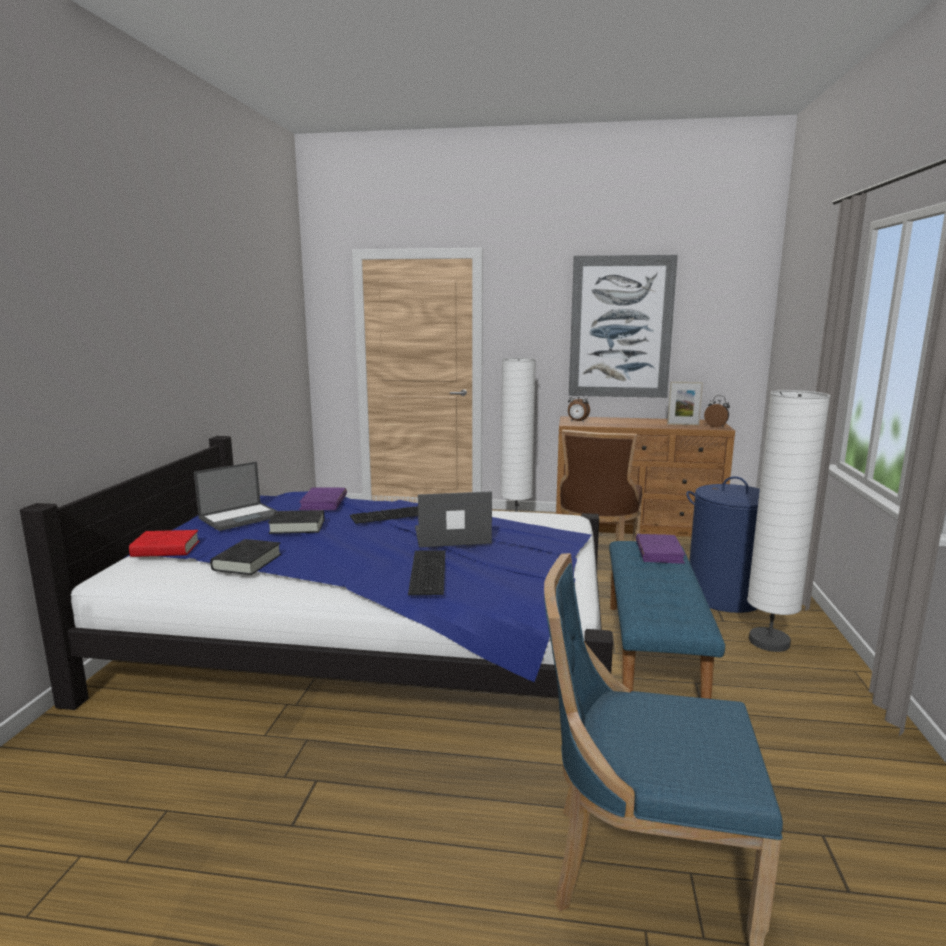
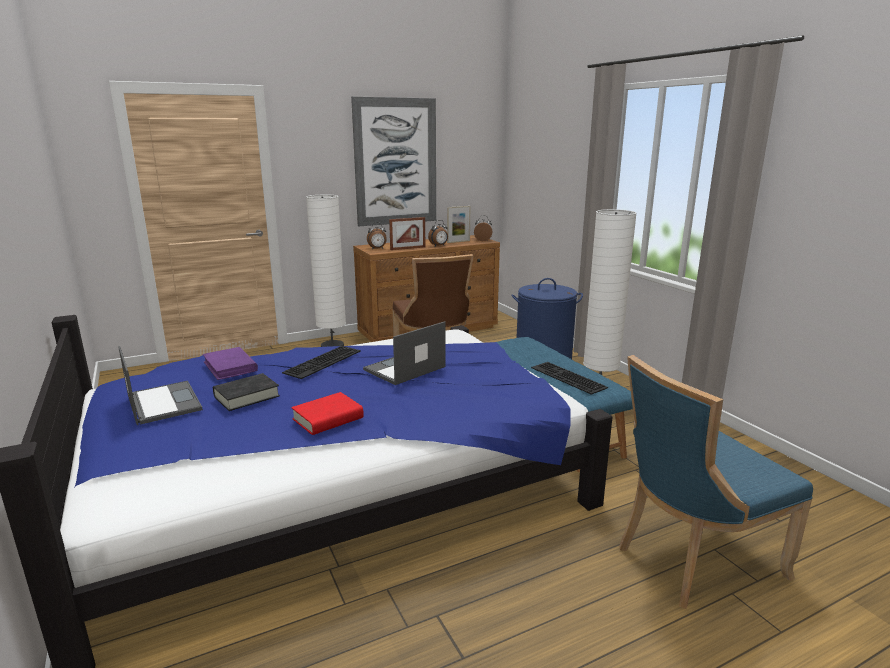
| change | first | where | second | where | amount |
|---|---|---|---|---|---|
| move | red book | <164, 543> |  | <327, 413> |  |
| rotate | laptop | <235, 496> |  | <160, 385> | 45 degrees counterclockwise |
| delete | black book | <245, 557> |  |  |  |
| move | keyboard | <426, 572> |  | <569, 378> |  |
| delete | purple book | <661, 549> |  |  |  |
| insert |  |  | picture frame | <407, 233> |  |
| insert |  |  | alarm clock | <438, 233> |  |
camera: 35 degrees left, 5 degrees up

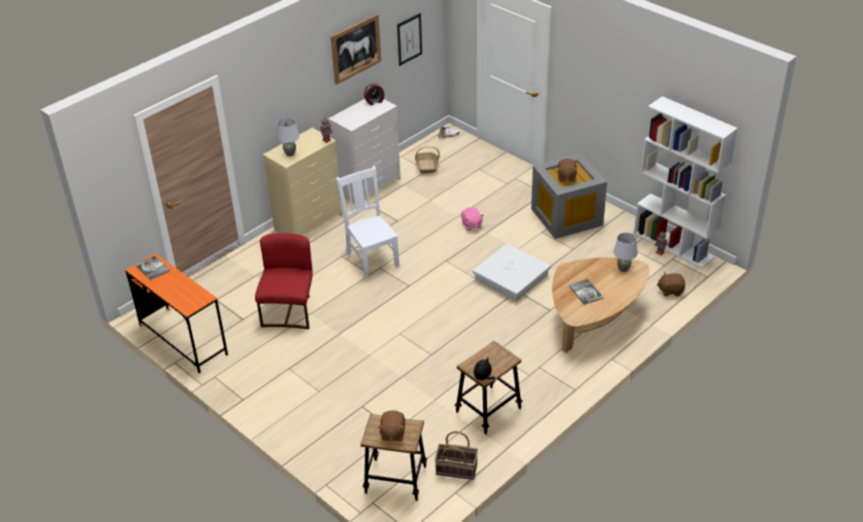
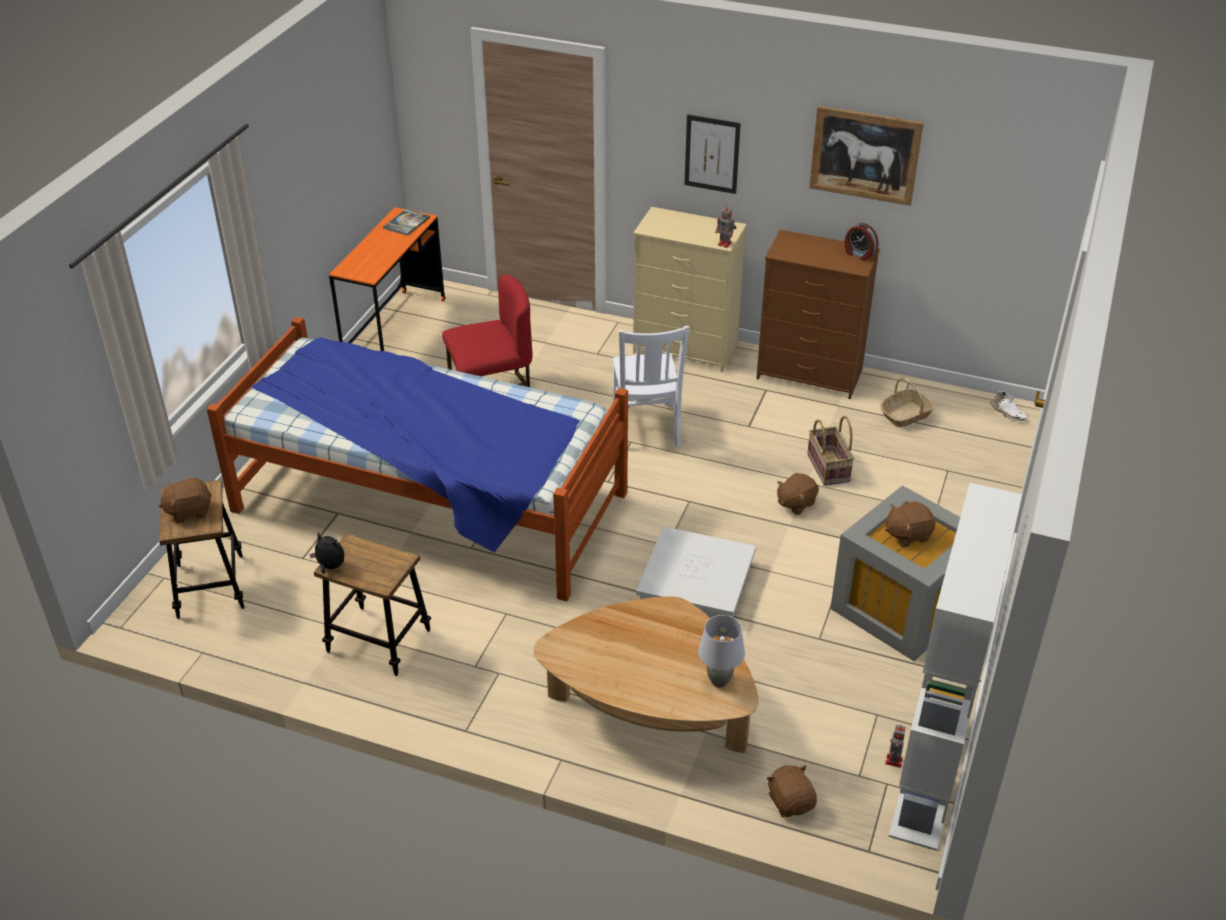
| change | first | where | second | where | amount |
|---|---|---|---|---|---|
| delete | grey table lamp | <288, 137> |  |  |  |
| recolor | white dresser | <364, 151> | brown dresser | <818, 314> |  |
| rotate | white chair | <368, 222> |  | <651, 386> | 135 degrees clockwise |
| move | picture | <409, 39> |  | <712, 154> |  |
| move | basket | <456, 455> |  | <830, 451> |  |
| recolor | pink plush toy | <472, 218> | brown plush toy | <798, 494> |  |
| delete | book | <586, 292> |  |  |  |
| insert |  |  | bed | <417, 459> |  |
camera: 65 degrees right, 0 degrees up

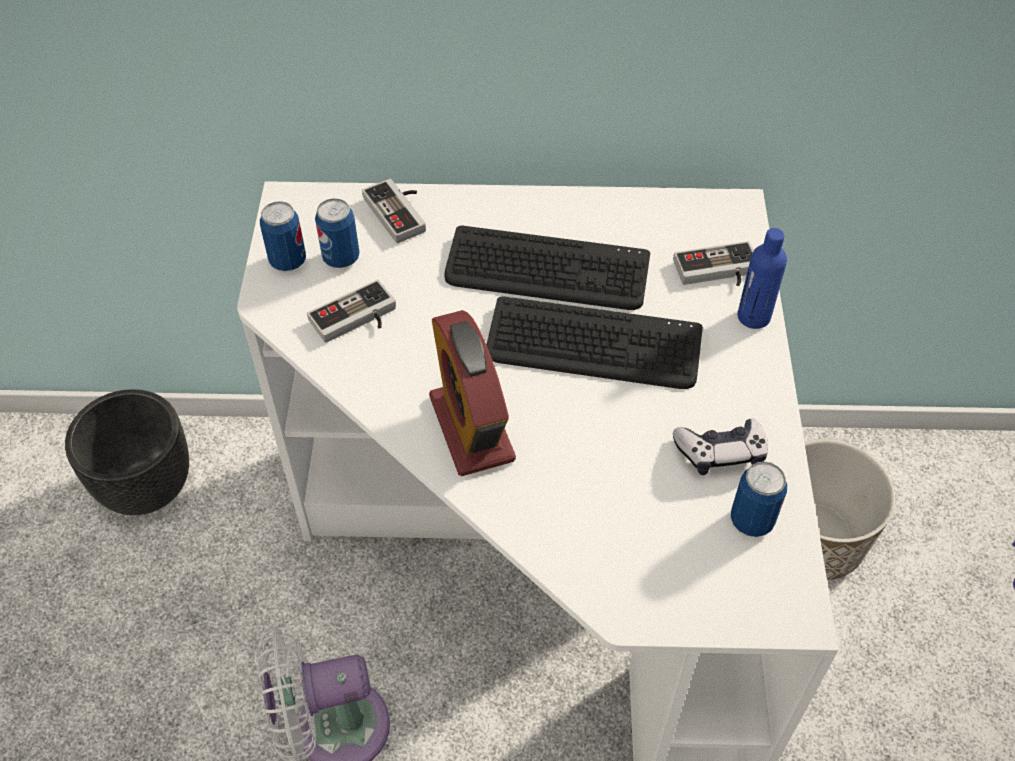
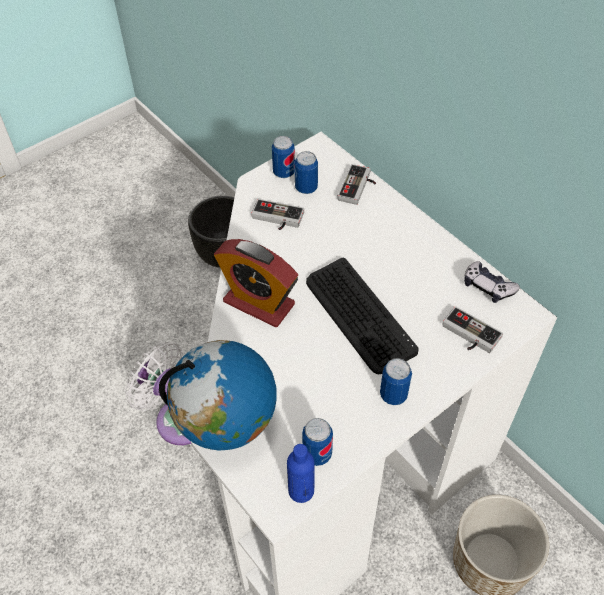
| change | first | where | second | where | amount |
|---|---|---|---|---|---|
| rotate | alarm clock | <472, 393> |  | <256, 283> | 90 degrees counterclockwise |
| delete | keyboard | <547, 268> |  |  |  |
| move | game controller | <720, 446> |  | <492, 282> |  |
| move | blue bottle | <762, 278> |  | <301, 473> |  |
| insert |  |  | globe | <218, 395> |  |
| insert |  |  | can | <396, 381> |  |
camera: 50 degrees right, 0 degrees up

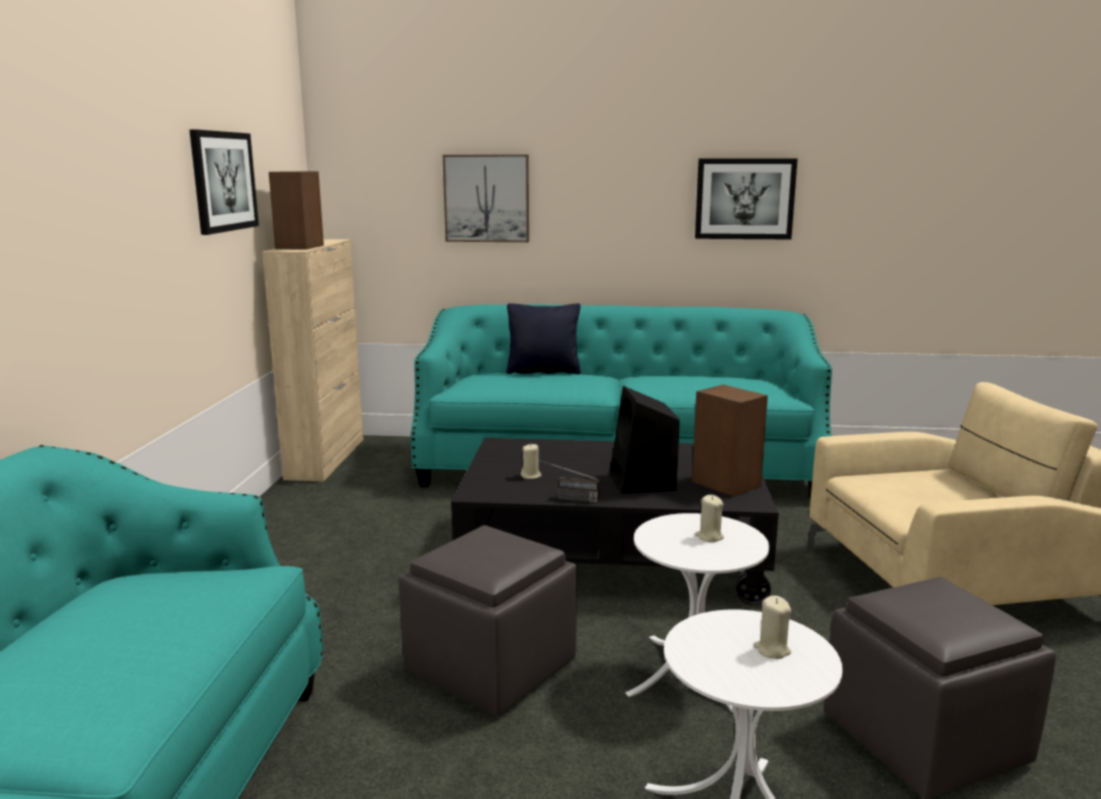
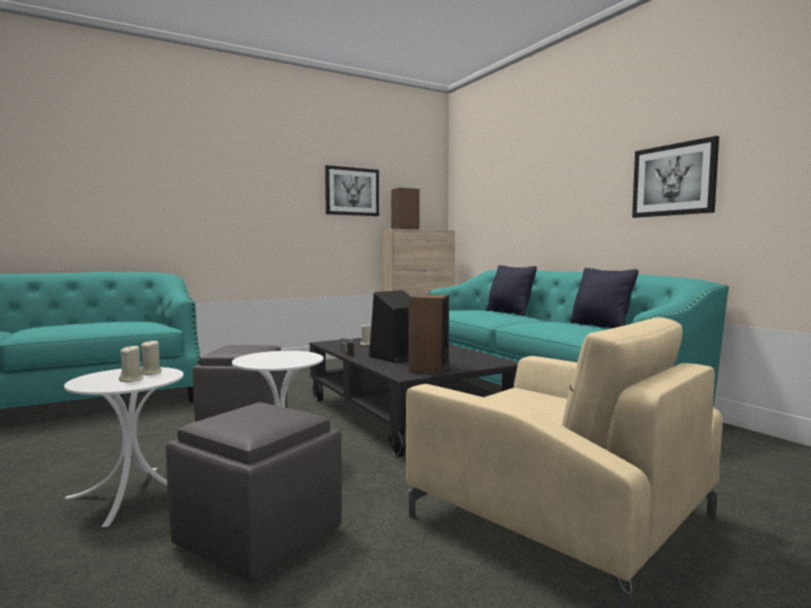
| change | first | where | second | where | amount |
|---|---|---|---|---|---|
| delete | picture | <486, 198> |  |  |  |
| move | beige candle | <709, 518> |  | <151, 357> |  |
| insert |  |  | black pillow | <604, 298> |  |
camera: 55 degrees right, 10 degrees down

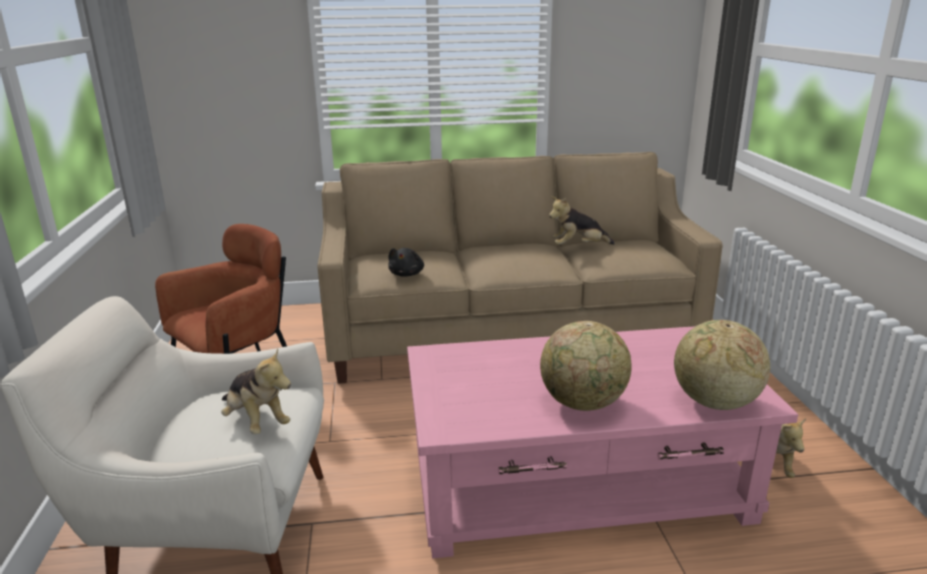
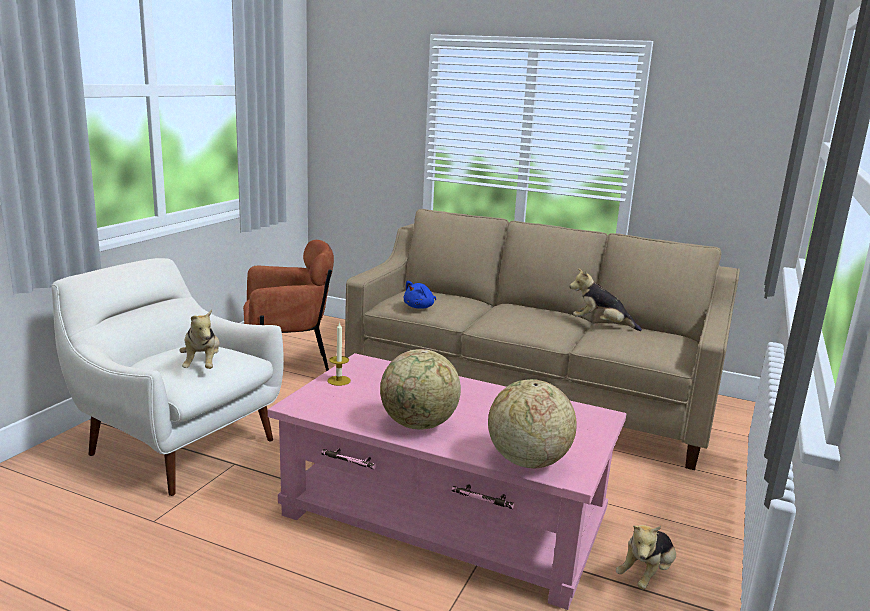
| change | first | where | second | where | amount |
|---|---|---|---|---|---|
| recolor | black plush toy | <406, 262> | blue plush toy | <420, 295> |  |
| insert |  |  | candle | <339, 354> |  |
camera: 30 degrees right, 5 degrees down

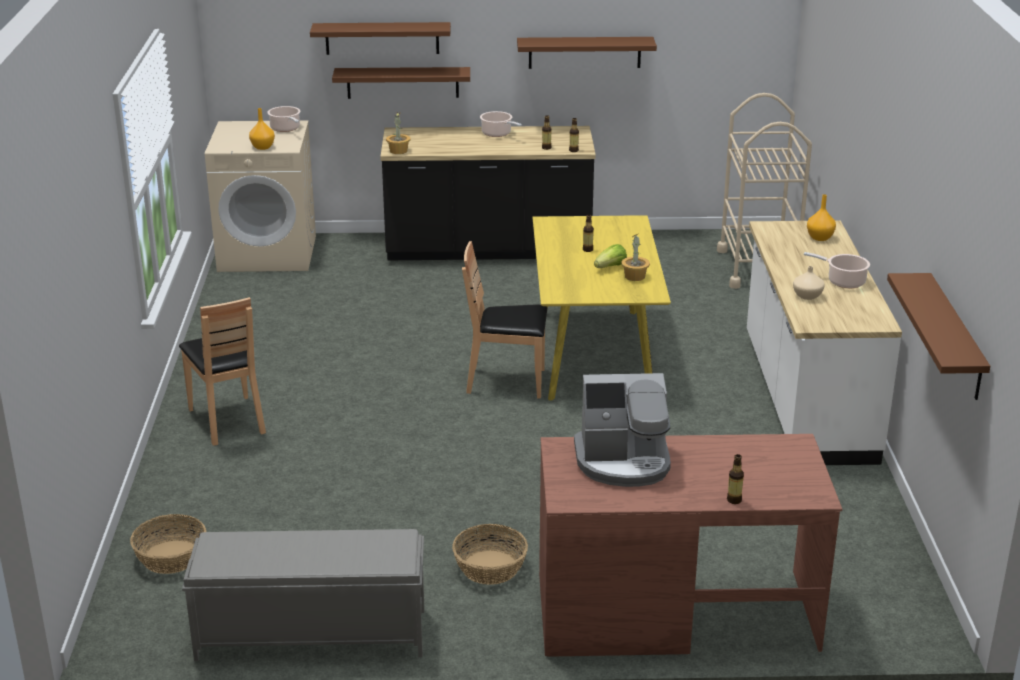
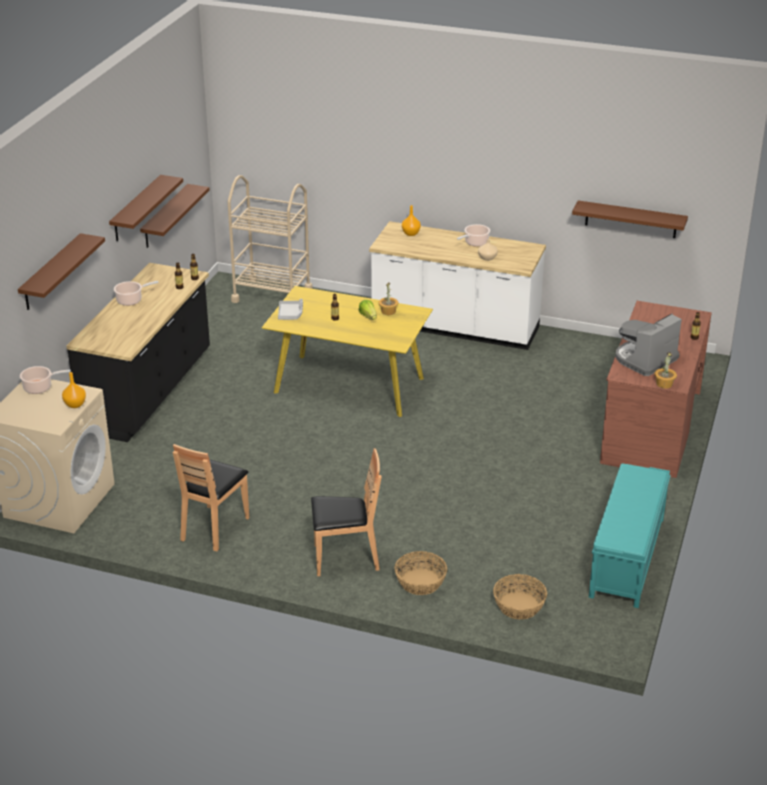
| change | first | where | second | where | amount |
|---|---|---|---|---|---|
| recolor | grey bench | <303, 595> | turquoise bench | <630, 536> |  |
| move | brown shelf | <401, 83> |  | <175, 216> |  |
| move | potted plant | <398, 133> |  | <665, 370> |  |
| move | basket | <490, 554> |  | <421, 573> |  |
| move | brown chair | <504, 320> |  | <211, 497> |  |
| rotate | coffee machine | <622, 430> |  | <648, 345> | 150 degrees counterclockwise |
| insert |  |  | grey tray | <290, 309> |  |
camera: 70 degrees left, 5 degrees up

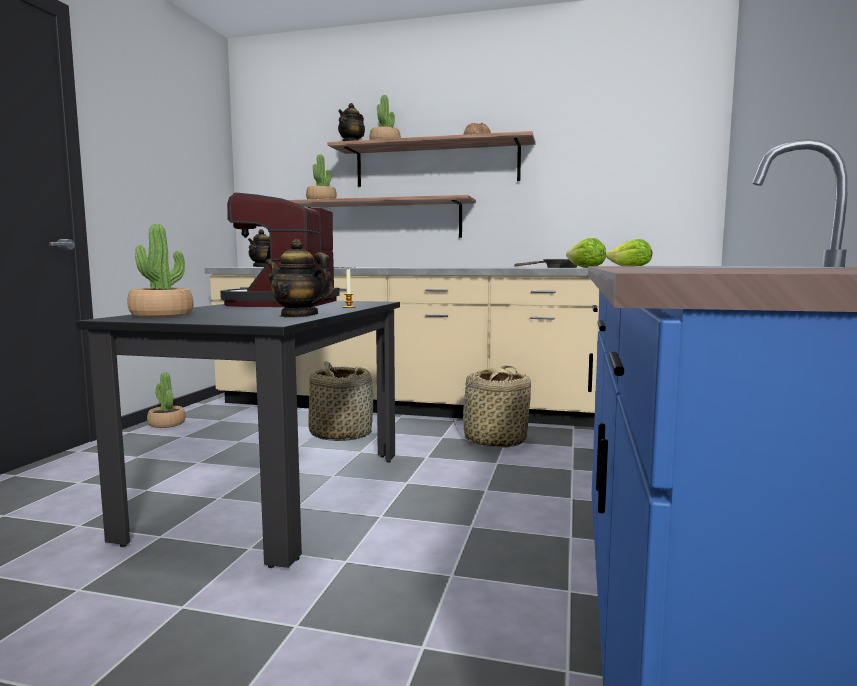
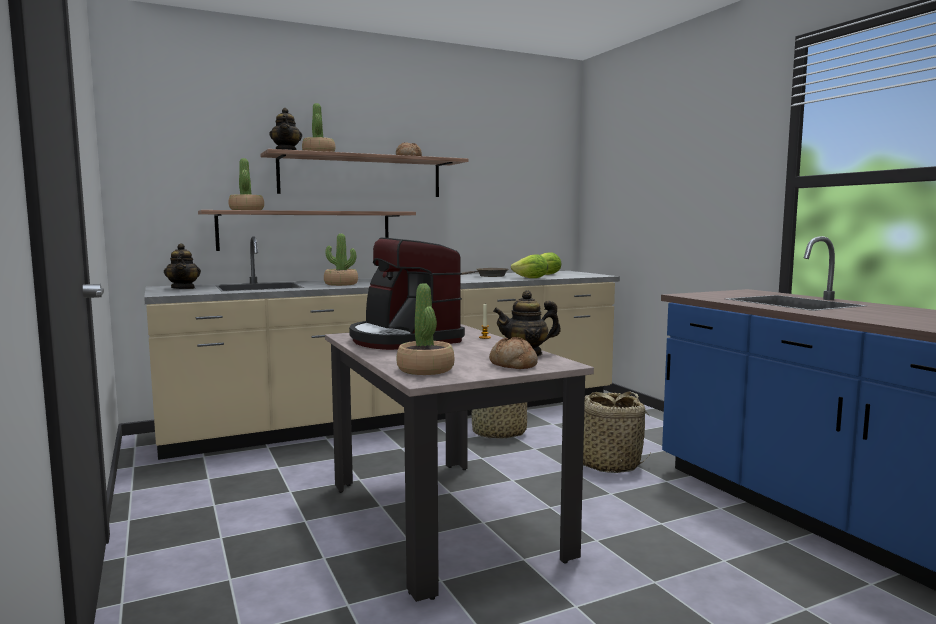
| change | first | where | second | where | amount |
|---|---|---|---|---|---|
| recolor | black dining table | <238, 434> | beige dining table | <459, 463> |  |
| move | potted plant | <166, 400> |  | <341, 259> |  |
| move | basket | <341, 401> |  | <617, 432> |  |
| insert |  |  | bread | <513, 353> |  |
camera: 40 degrees left, 0 degrees up

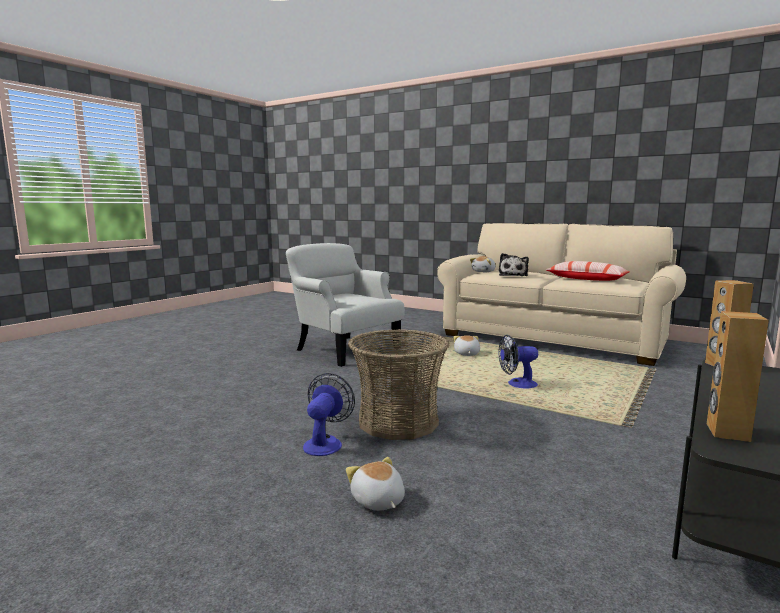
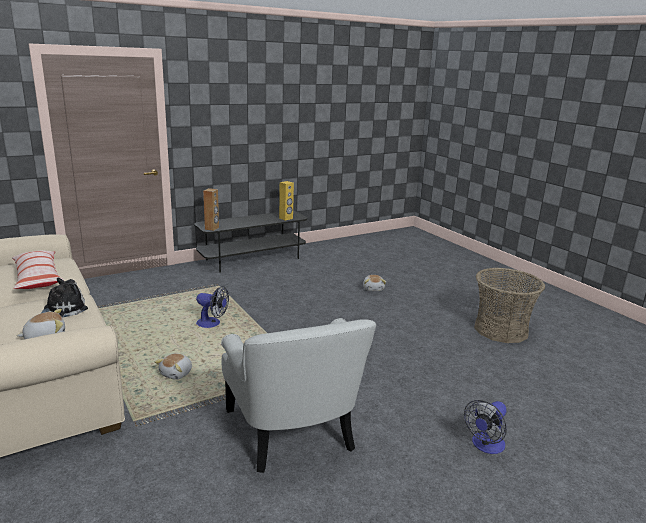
| change | first | where | second | where | amount |
|---|---|---|---|---|---|
| move | fan | <329, 414> |  | <485, 427> |  |
| move | basket | <398, 384> |  | <509, 305> |  |
| recolor | brown speaker | <738, 376> | yellow speaker | <286, 201> |  |
camera: 155 degrees left, 10 degrees up

